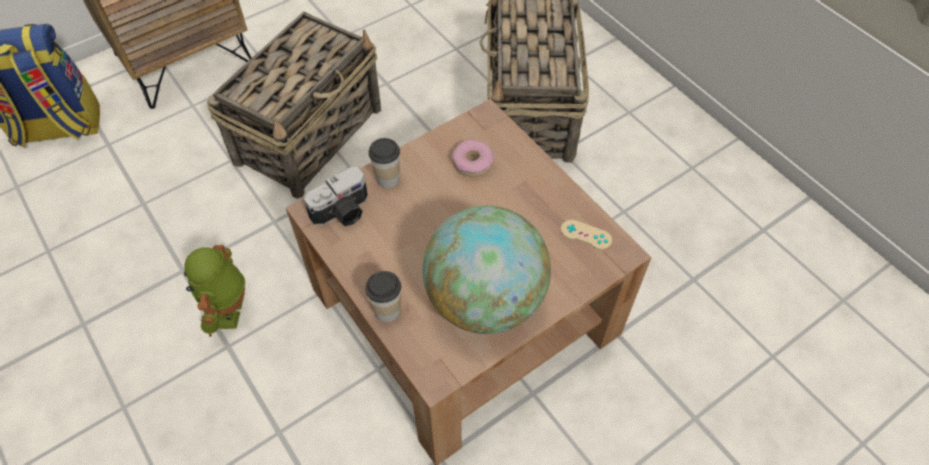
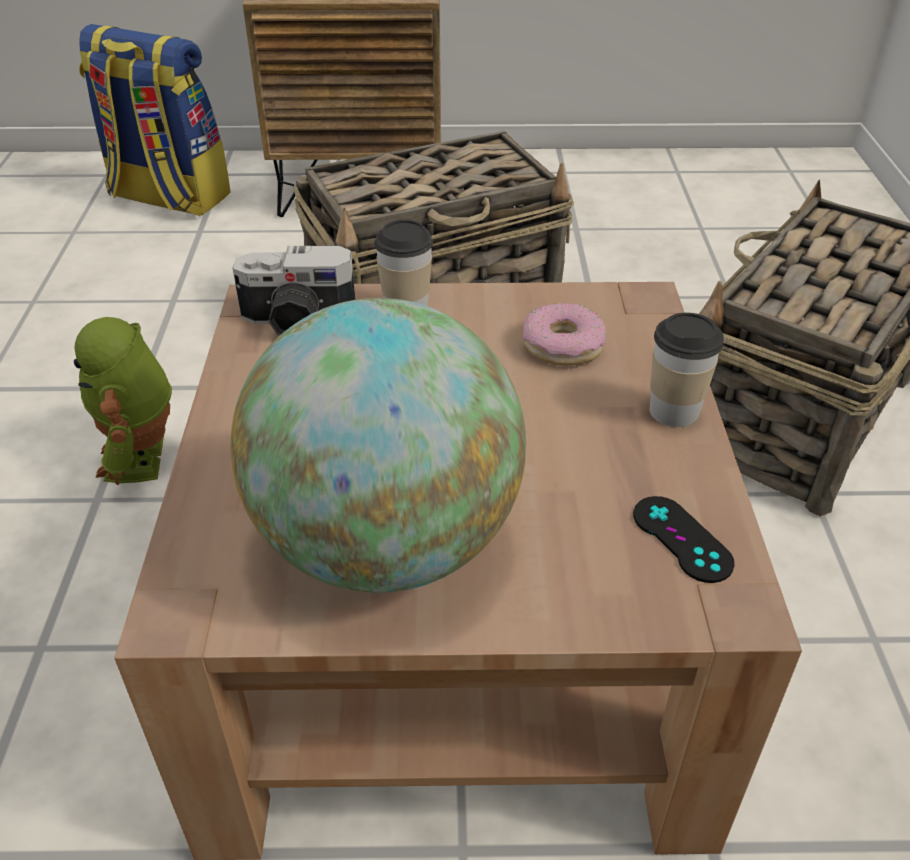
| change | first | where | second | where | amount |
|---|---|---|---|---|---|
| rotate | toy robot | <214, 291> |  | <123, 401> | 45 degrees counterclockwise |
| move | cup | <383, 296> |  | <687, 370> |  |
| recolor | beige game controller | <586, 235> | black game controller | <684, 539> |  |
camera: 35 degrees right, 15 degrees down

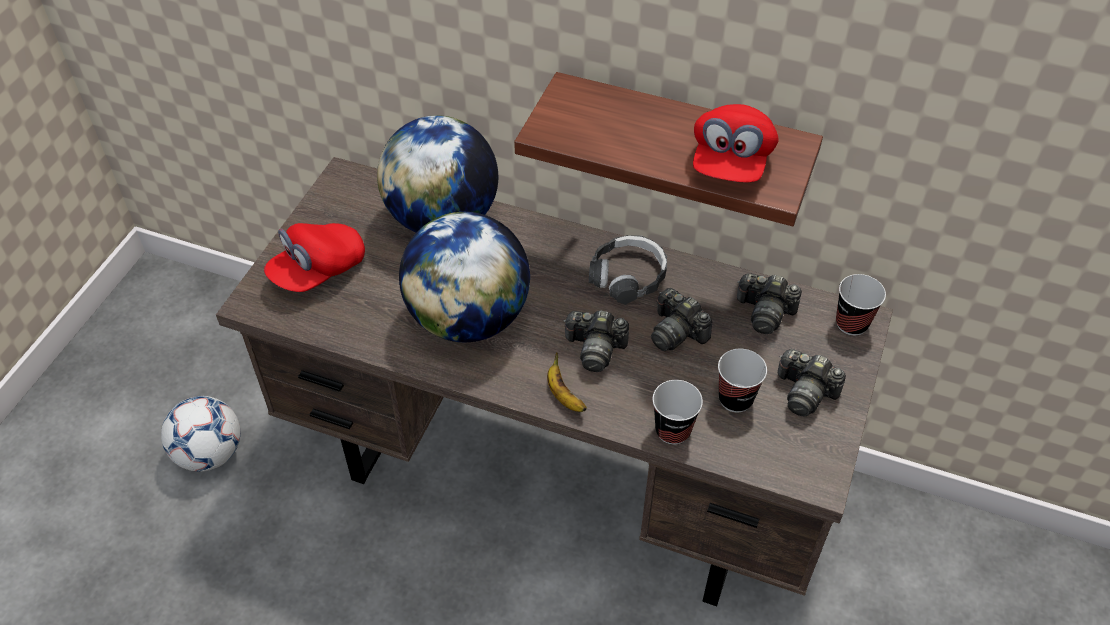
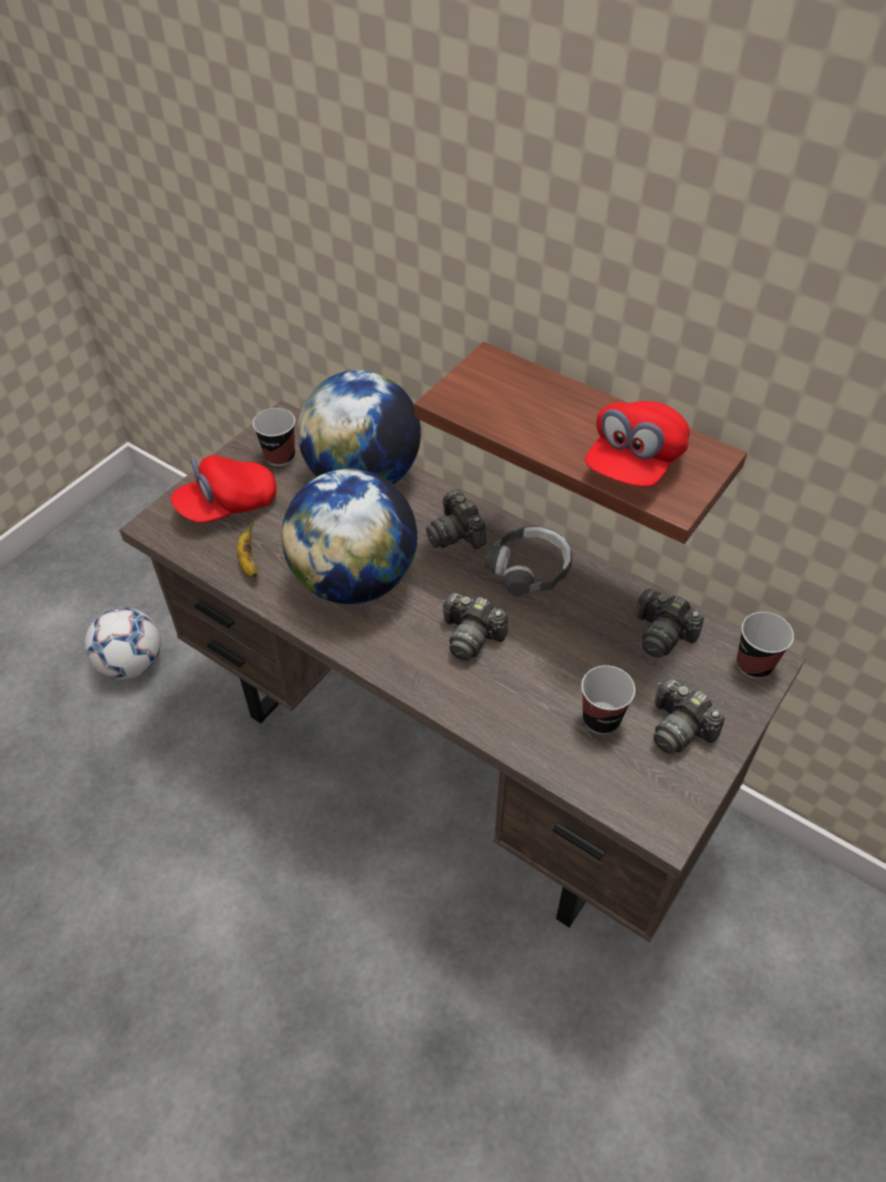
| change | first | where | second | where | amount |
|---|---|---|---|---|---|
| move | banana | <567, 382> |  | <248, 548> |  |
| move | photo camera | <681, 319> |  | <456, 519> |  |
| move | cup | <678, 412> |  | <274, 437> |  |
camera: 15 degrees right, 0 degrees up

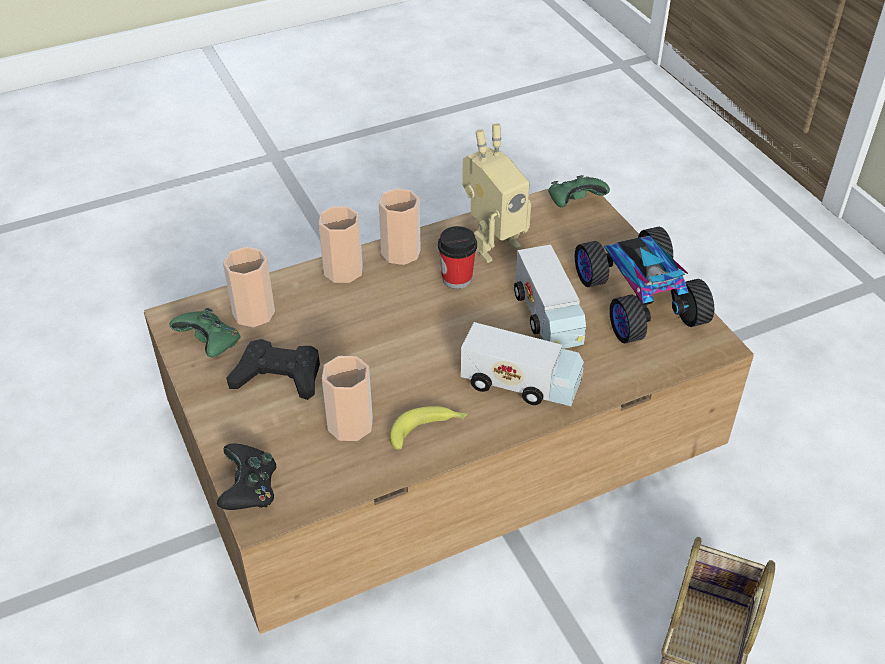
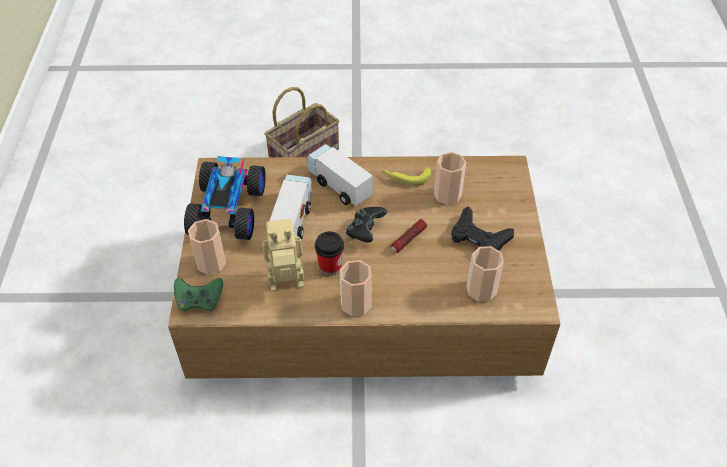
| change | first | where | second | where | amount |
|---|---|---|---|---|---|
| delete | green game controller | <205, 332> |  |  |  |
| move | black game controller | <246, 477> |  | <366, 225> |  |
| move | cup | <340, 244> |  | <207, 247> |  |
| insert |  |  | flashlight | <409, 236> |  |
camera: 155 degrees left, 5 degrees up

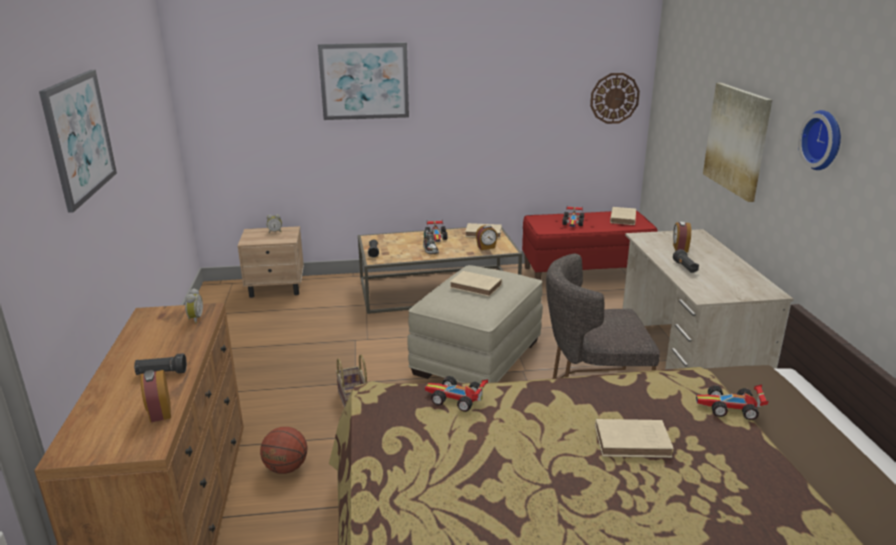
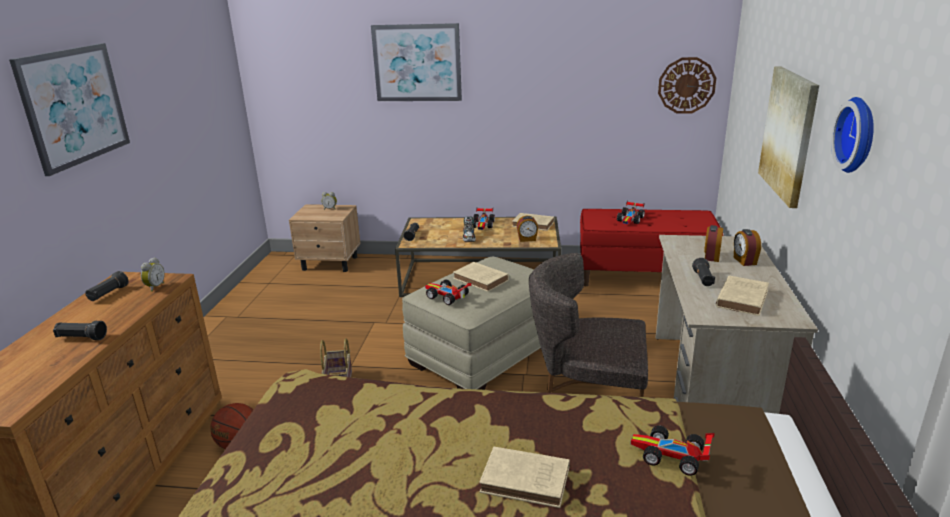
| change | first | where | second | where | amount |
|---|---|---|---|---|---|
| move | alarm clock | <155, 396> |  | <747, 247> |  |
| move | toy car | <456, 394> |  | <448, 292> |  |
| move | beige book | <623, 216> |  | <742, 296> |  |
| insert |  |  | black flashlight | <107, 286> |  |
camera: 15 degrees right, 0 degrees up

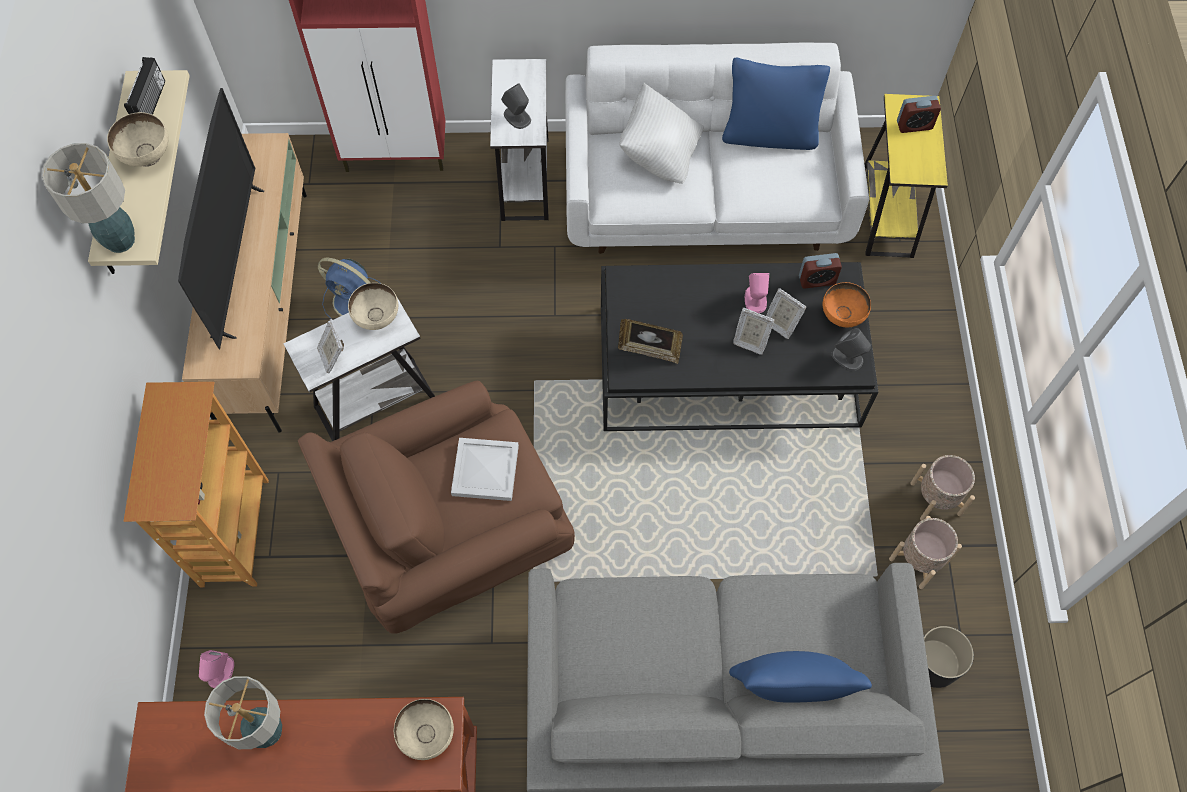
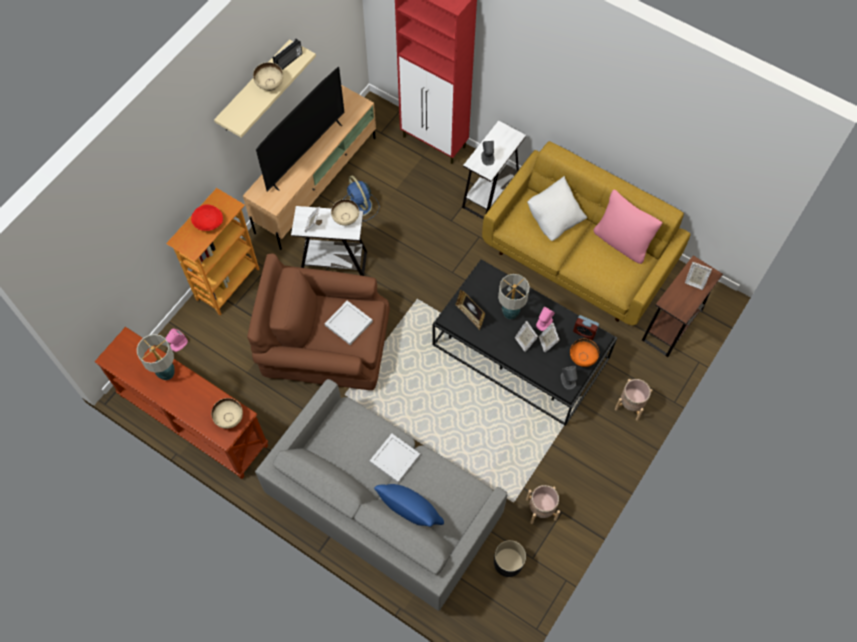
| change | first | where | second | where | amount |
|---|---|---|---|---|---|
| move | table lamp | <88, 198> |  | <514, 296> |  |
| recolor | white sofa | <717, 148> | yellow sofa | <586, 233> |  |
| recolor | blue pillow | <776, 104> | pink pillow | <627, 227> |  |
| recolor | yellow side table | <906, 176> | brown side table | <682, 306> |  |
| replace | alarm clock | <919, 114> | picture frame | <698, 276> |  |
| move | beige planter | <942, 488> |  | <633, 400> |  |
| insert |  |  | red bowl | <207, 217> |  |
| insert |  |  | white tray | <395, 458> |  |
camera: 35 degrees right, 0 degrees up

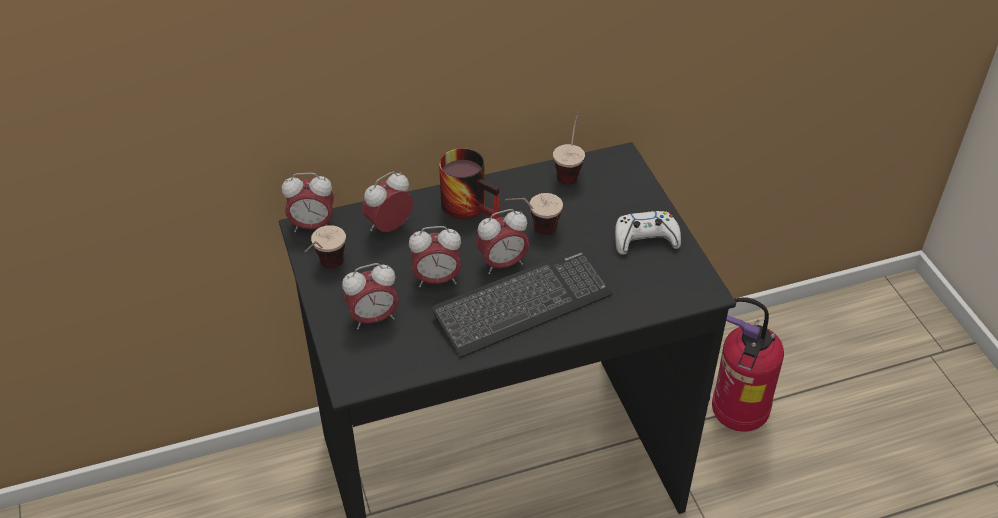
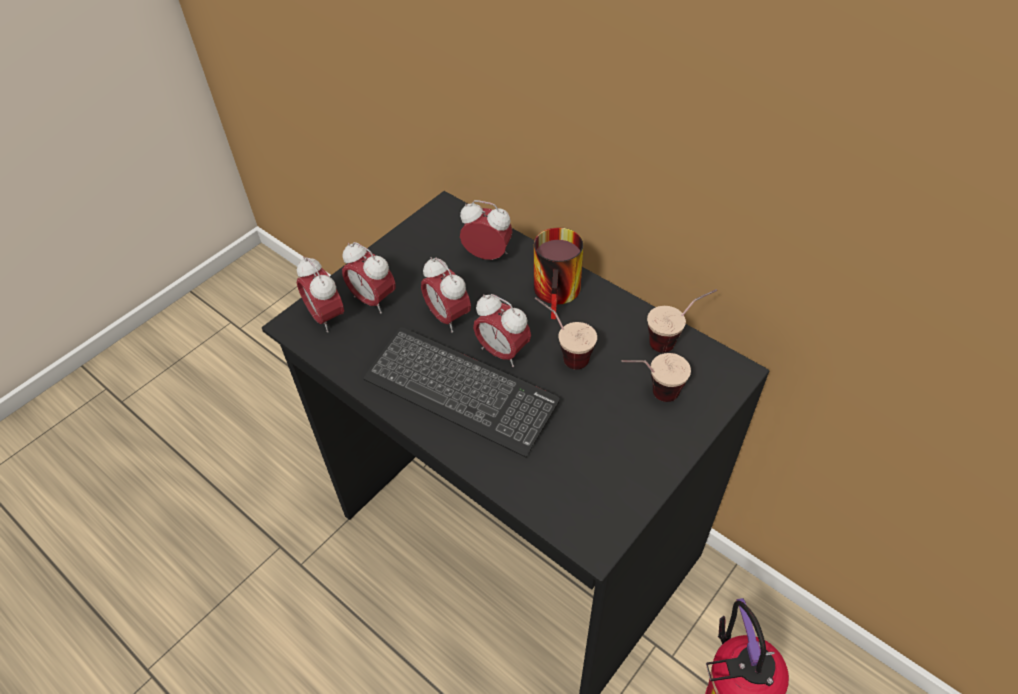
| change | first | where | second | where | amount |
|---|---|---|---|---|---|
| move | alarm clock | <308, 202> |  | <320, 295> |  |
| move | cup | <325, 247> |  | <656, 377> |  |
| delete | white game controller | <648, 233> |  |  |  |
camera: 60 degrees right, 5 degrees up

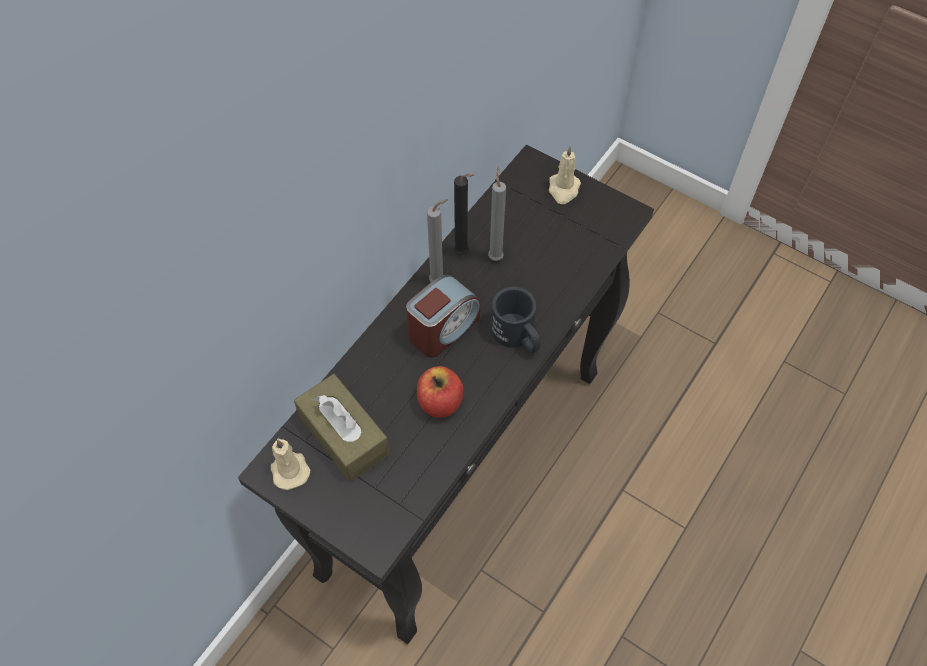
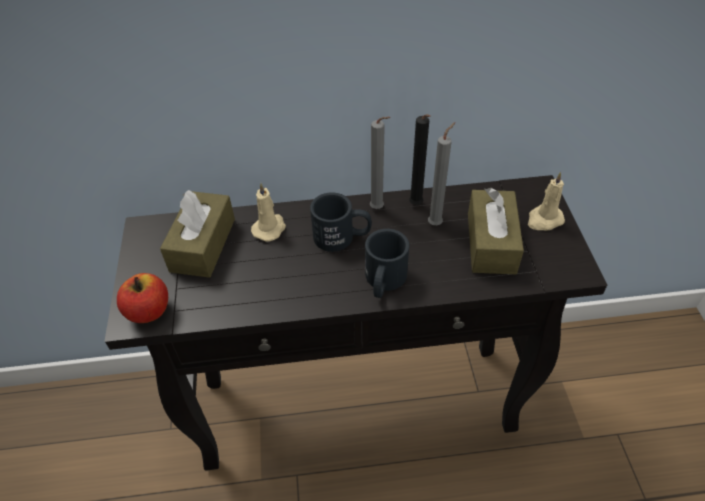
| change | first | where | second | where | amount |
|---|---|---|---|---|---|
| move | beige candle | <291, 464> |  | <268, 212> |  |
| replace | alarm clock | <443, 316> | black mug | <341, 222> |  |
| move | apple | <440, 392> |  | <142, 298> |  |
| insert |  |  | brown tissue box | <496, 231> |  |
camera: 50 degrees right, 10 degrees down

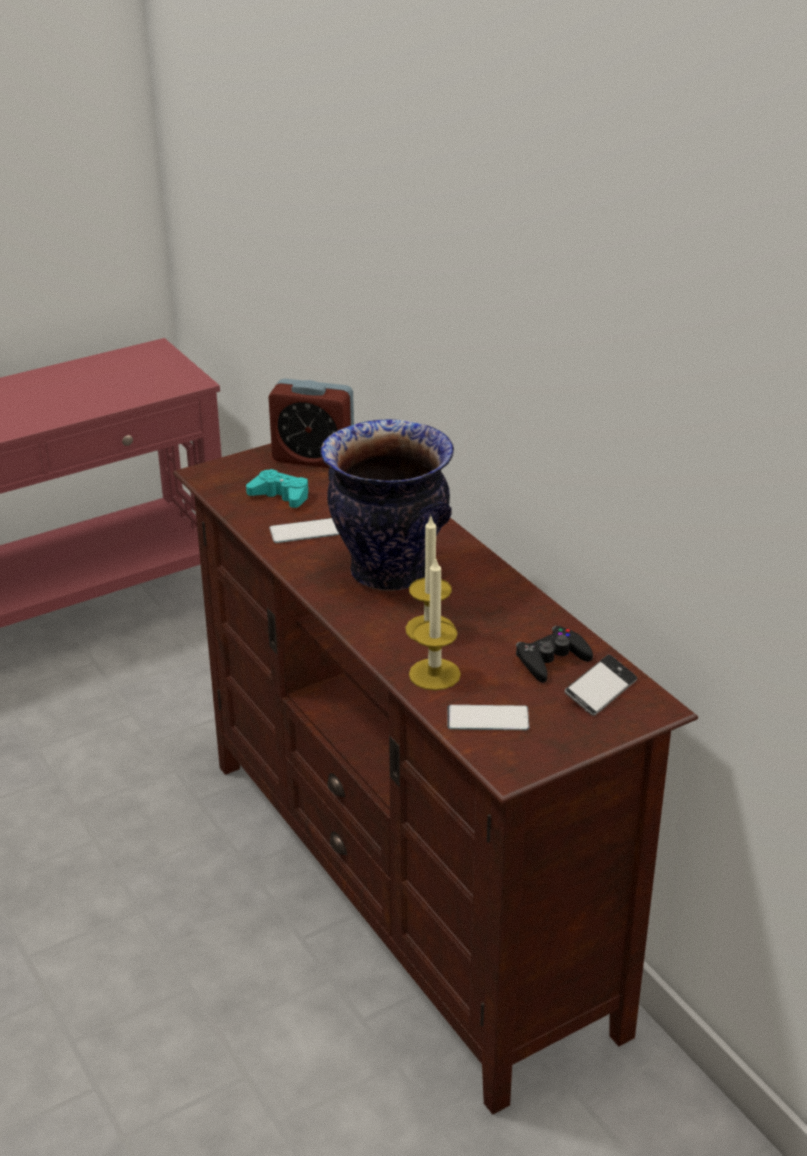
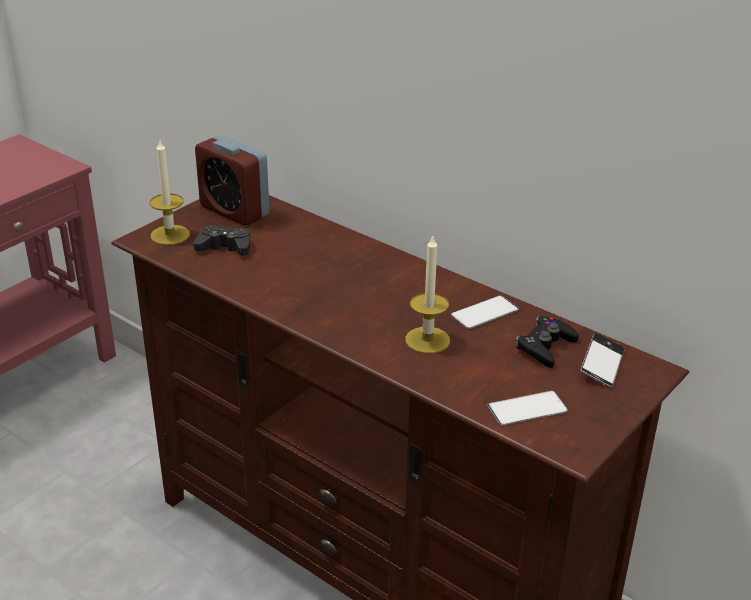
| change | first | where | second | where | amount |
|---|---|---|---|---|---|
| recolor | turquoise game controller | <277, 488> | black game controller | <221, 240> |  |
| rotate | alarm clock | <311, 423> |  | <232, 180> | 45 degrees clockwise |
| move | phone | <304, 530> |  | <485, 312> |  |
| delete | vase | <387, 505> |  |  |  |
| move | candle | <435, 623> |  | <170, 191> |  |
camera: 20 degrees left, 0 degrees up

